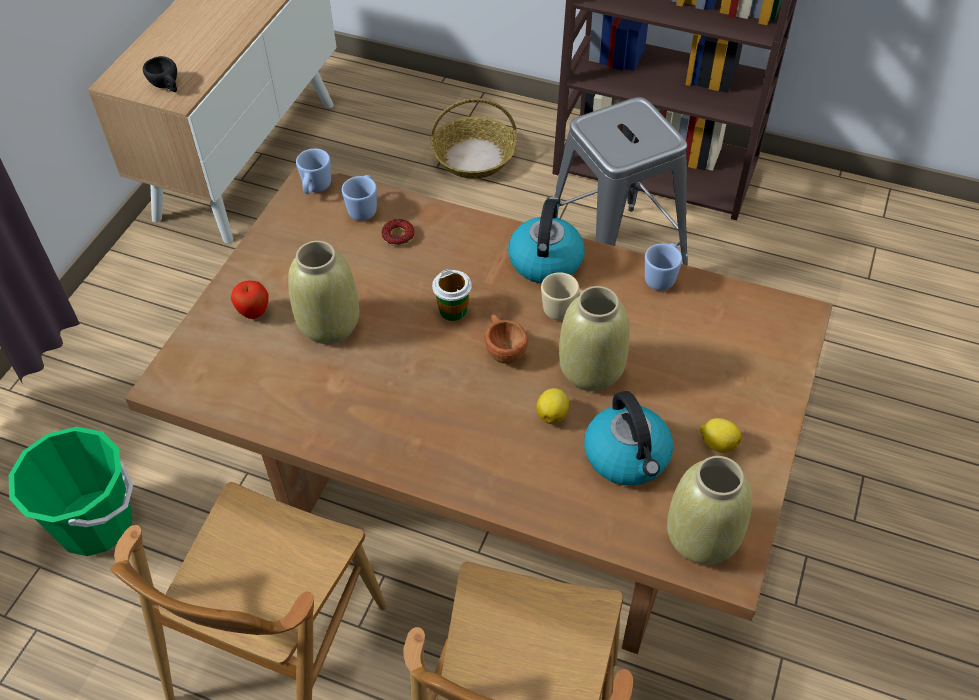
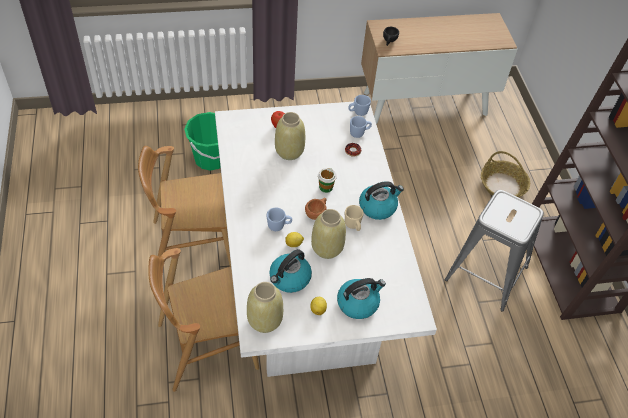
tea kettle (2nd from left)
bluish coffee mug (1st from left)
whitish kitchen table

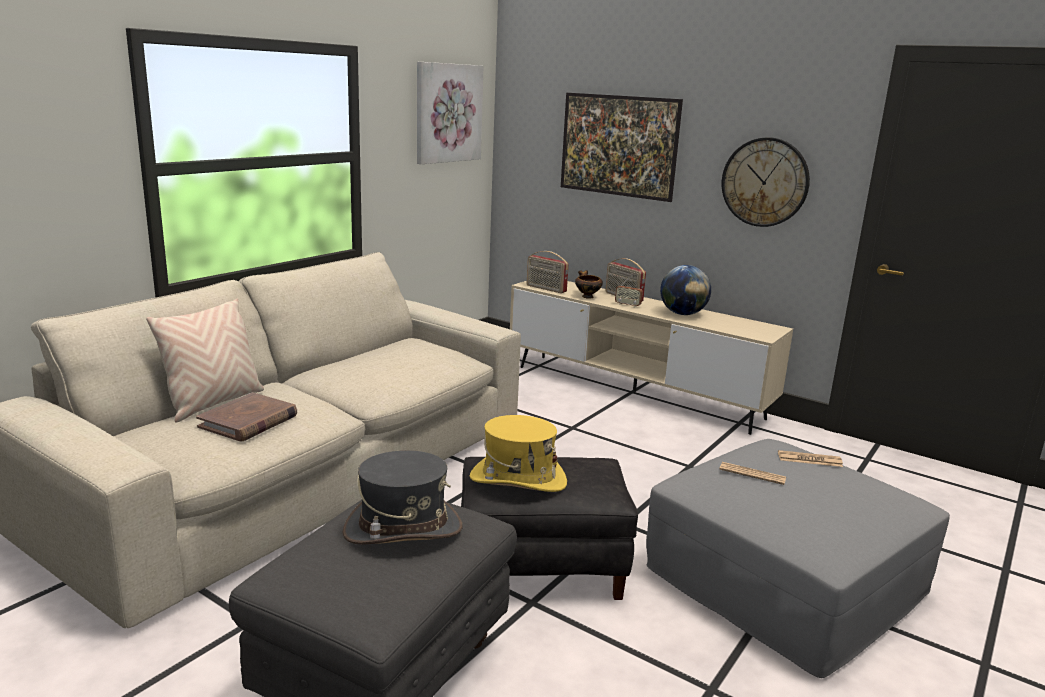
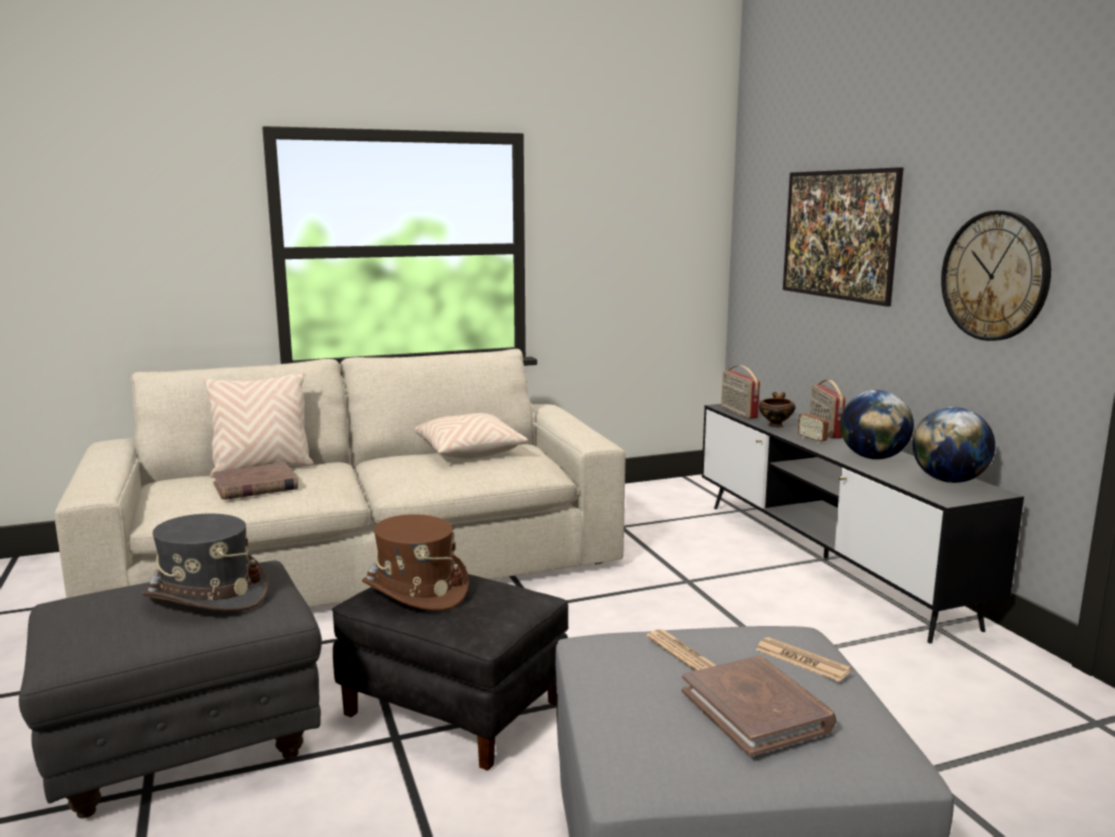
wall art (1st from left in the first image)
sand-coloured throw pillow (2nd from left)
brown-coloured volume (2nd from left)
world globe (2nd from left)
brown-coloured clothing hat
black-coloured media console

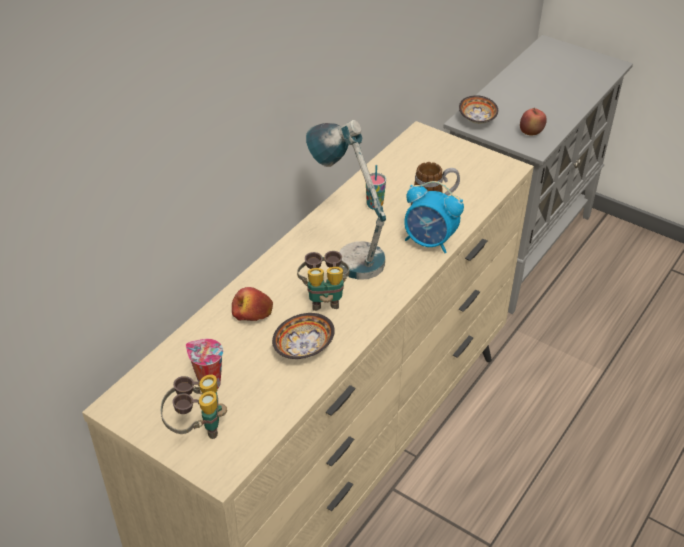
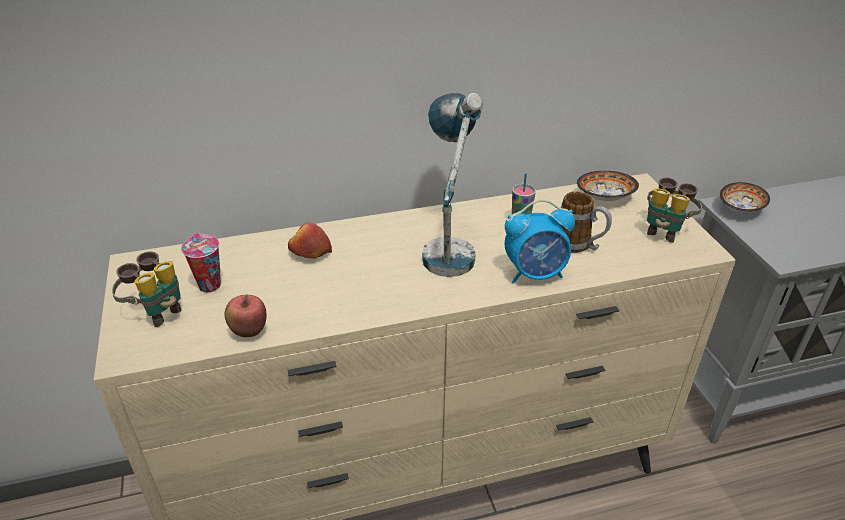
bowl (1st from left)
pair of binoculars (2nd from left)
whole apple (1st from left)
table clock

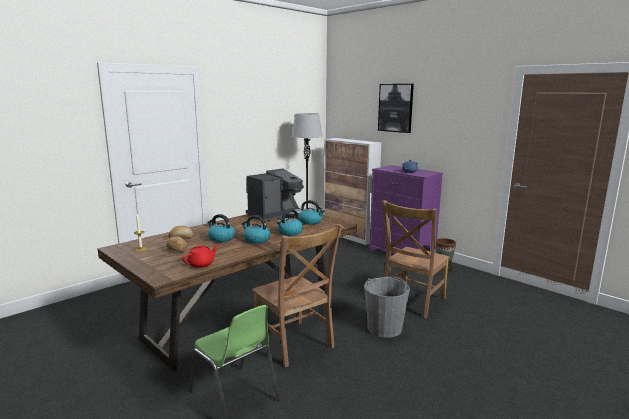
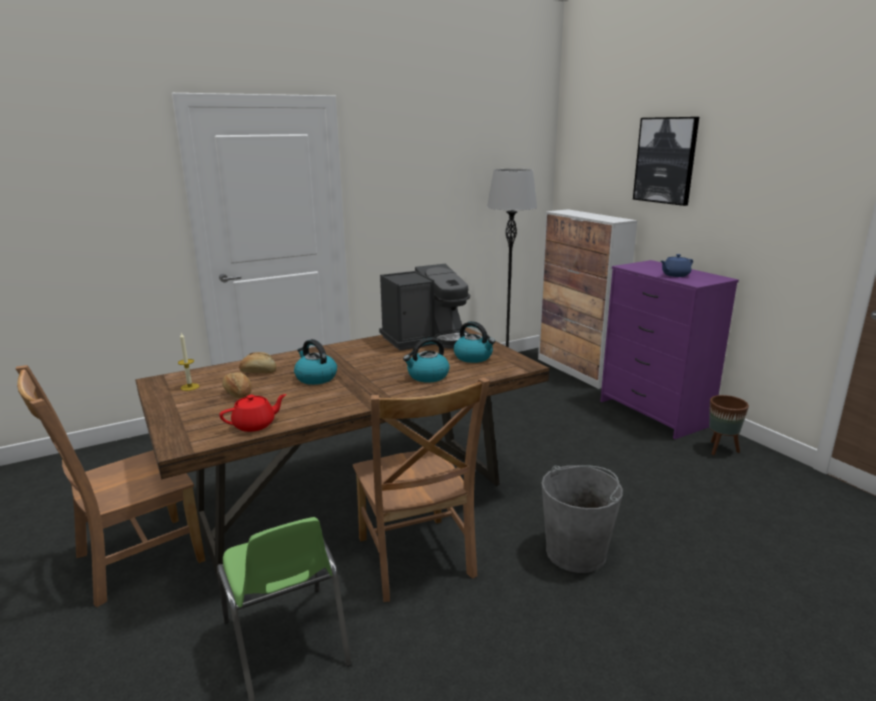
tea kettle (2nd from left in the first image)
brown-coloured upright chair (1st from left)

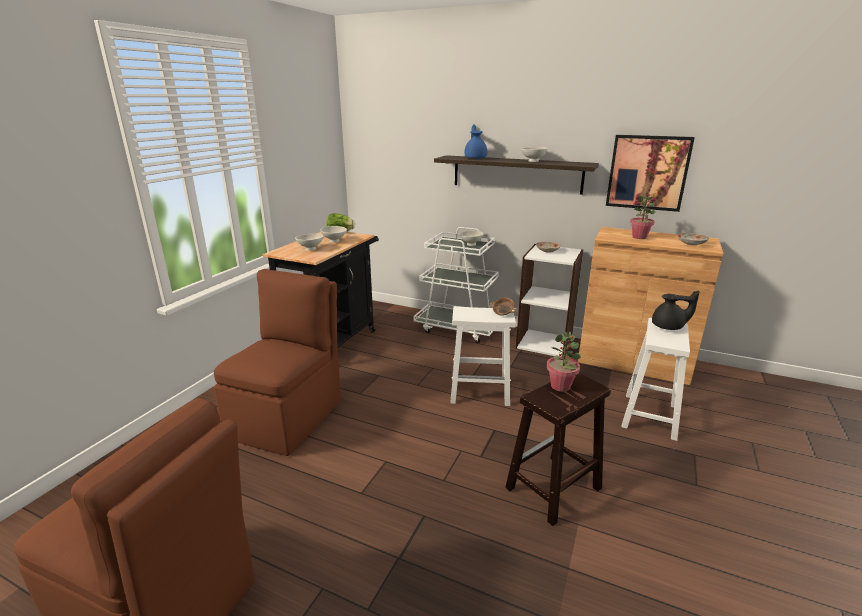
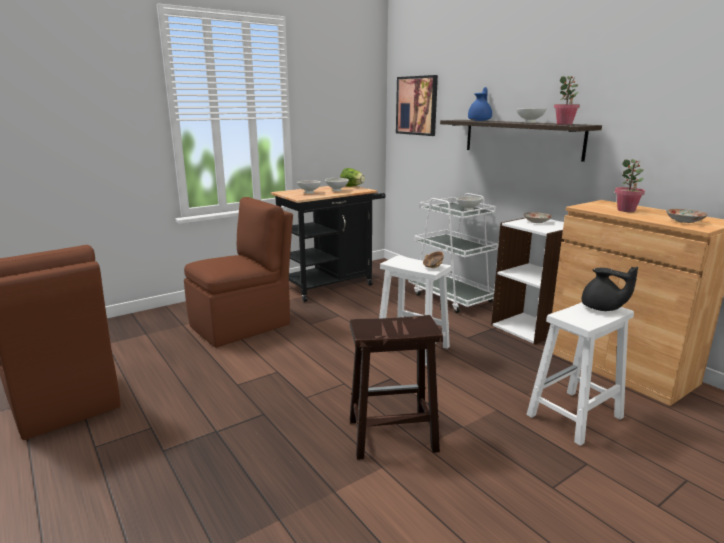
potted plant (1st from left)
wall art

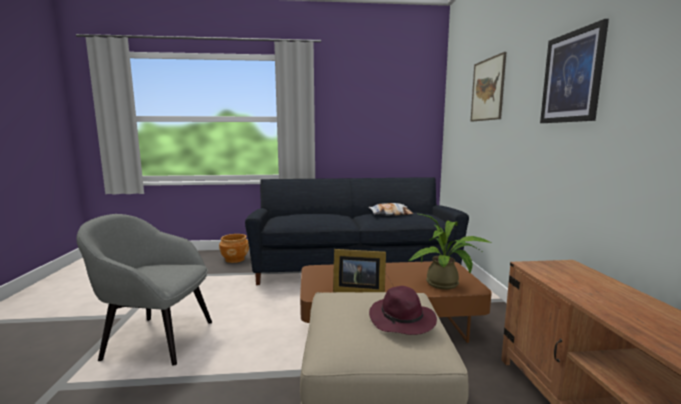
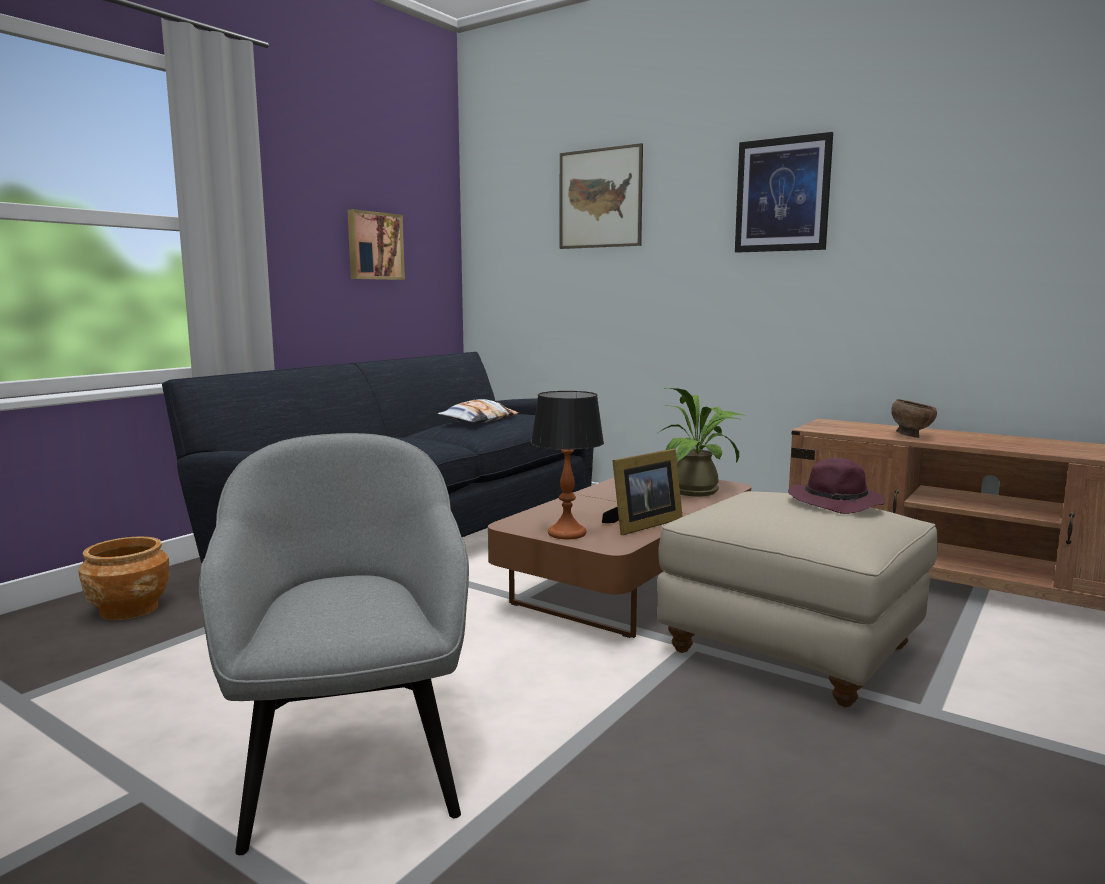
wall art (1st from left)
table lamp
brown-coloured bowl
greyish armchair

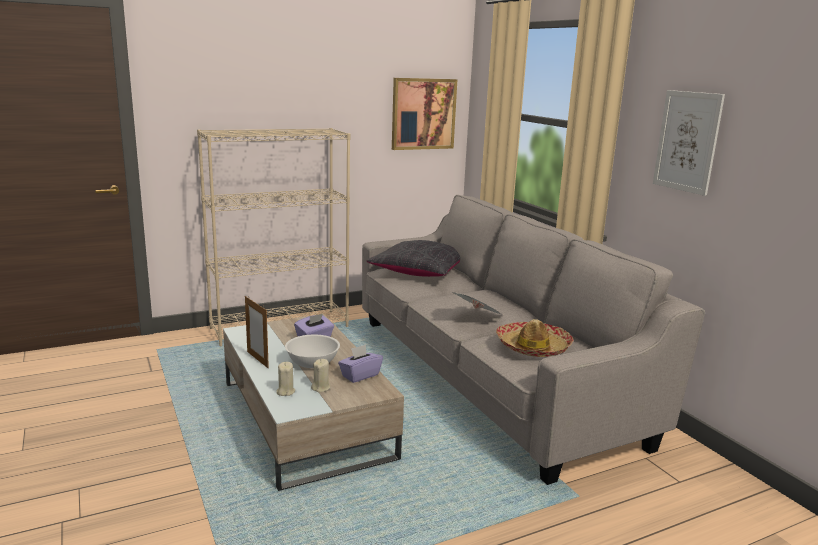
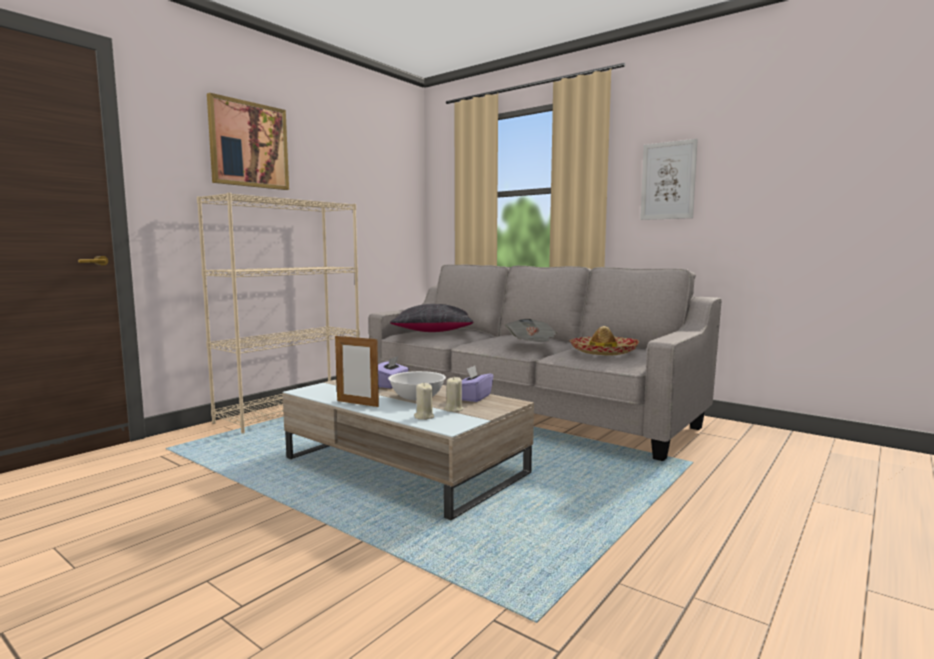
wall art (1st from left)

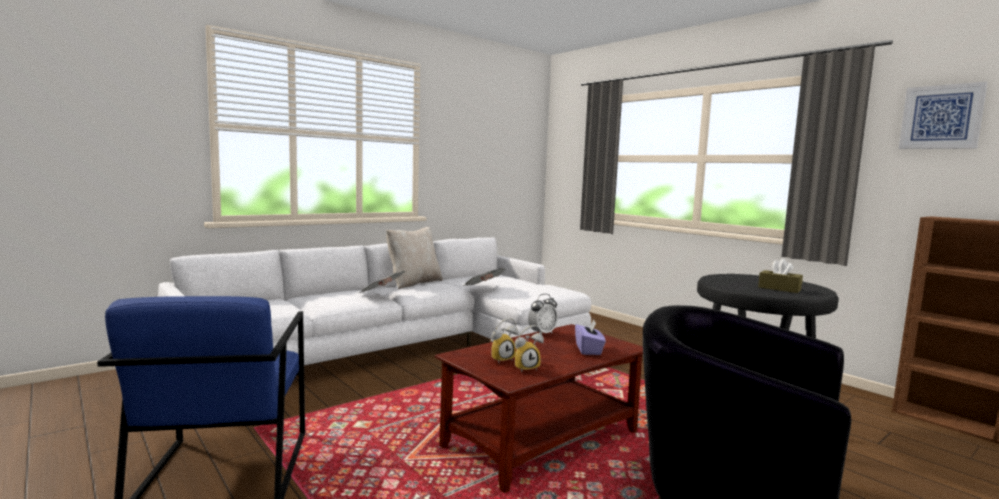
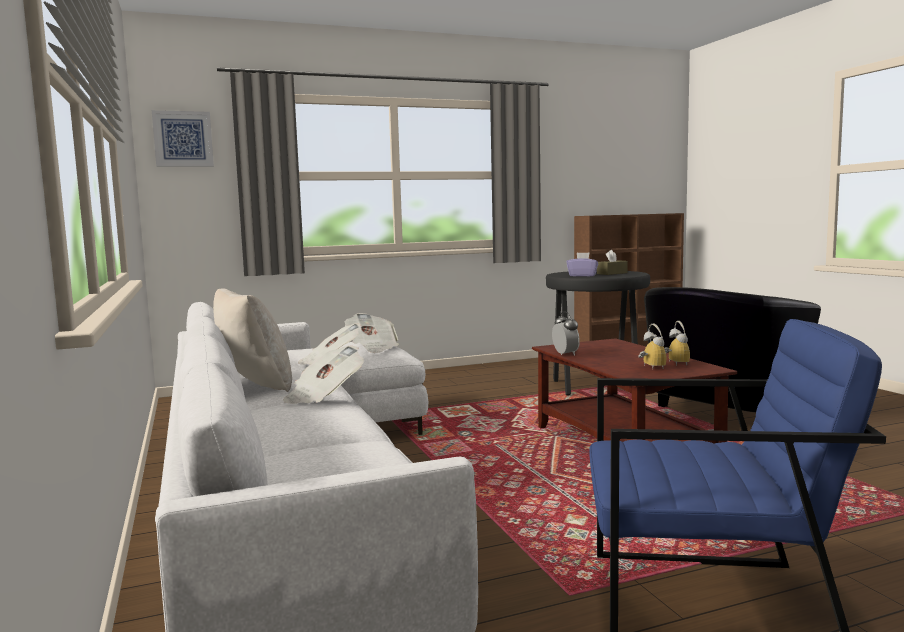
daily paper (3rd from left)
purple-coloured tissue holder
wall art

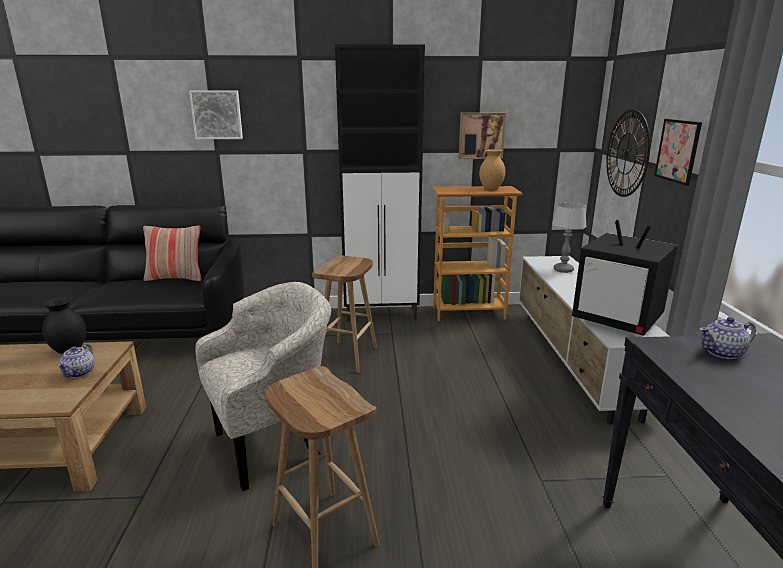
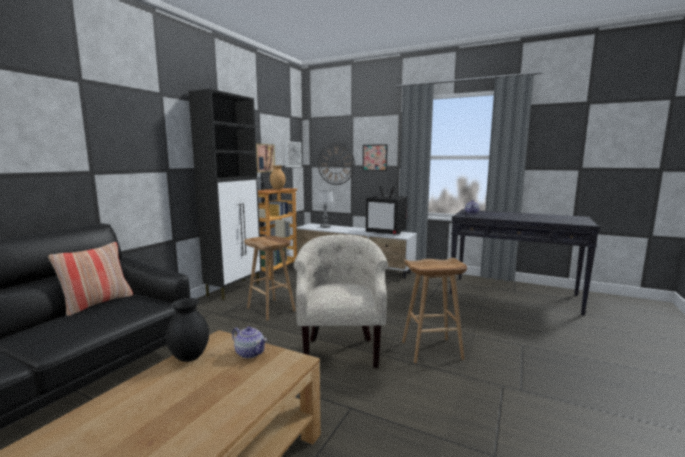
wall art (2nd from left)
TV set

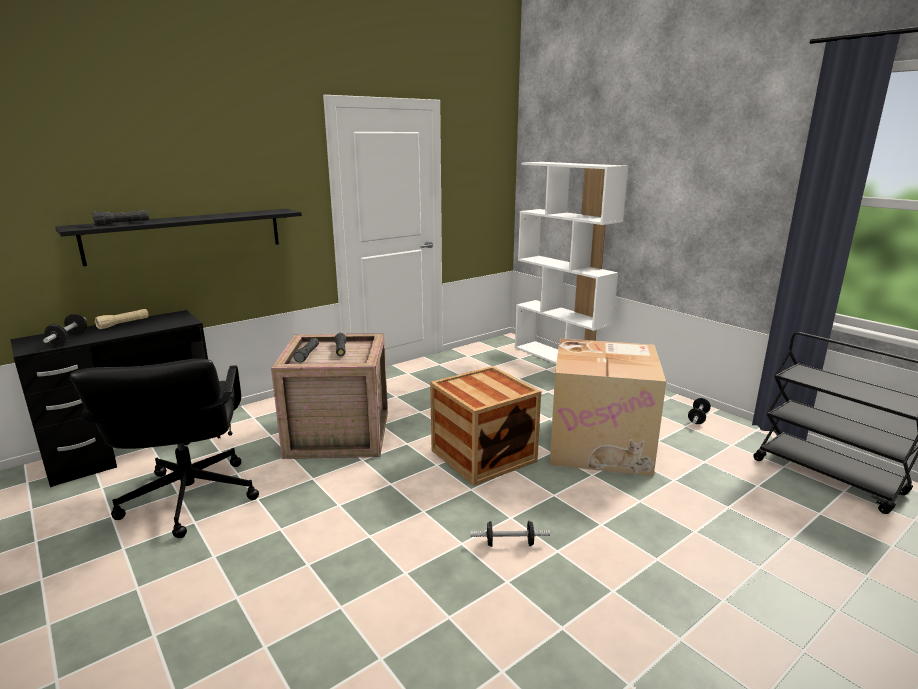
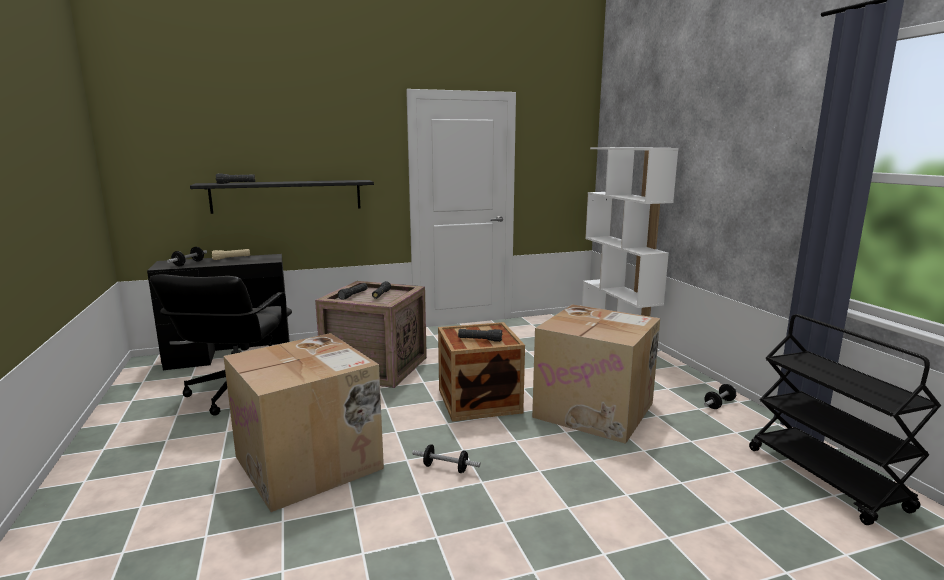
packing box (1st from left)
black-coloured hand torch (4th from left)

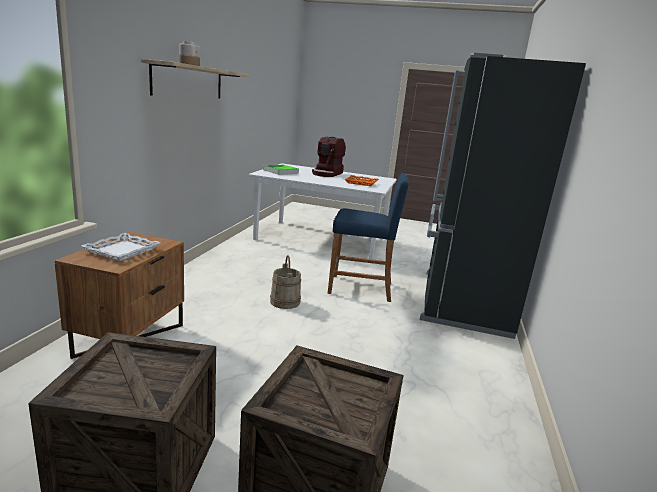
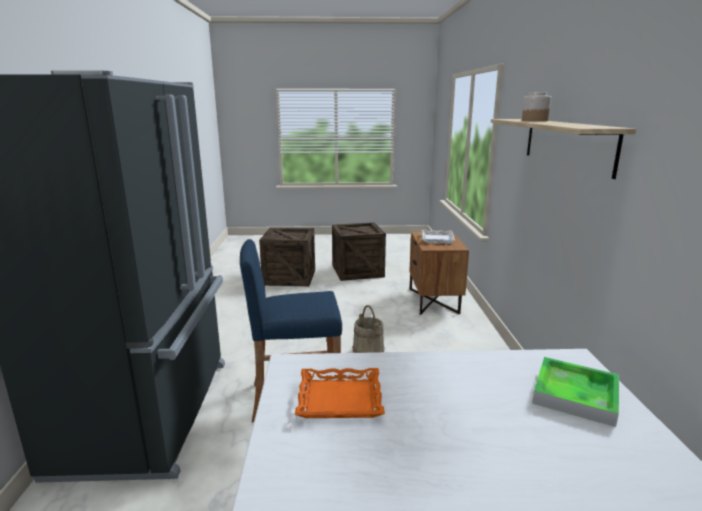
coffee maker

